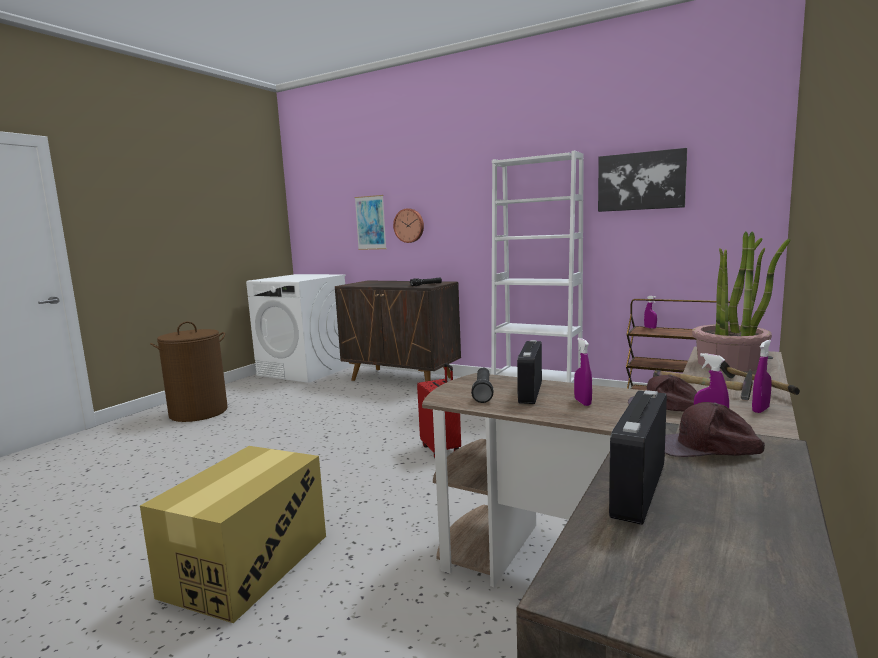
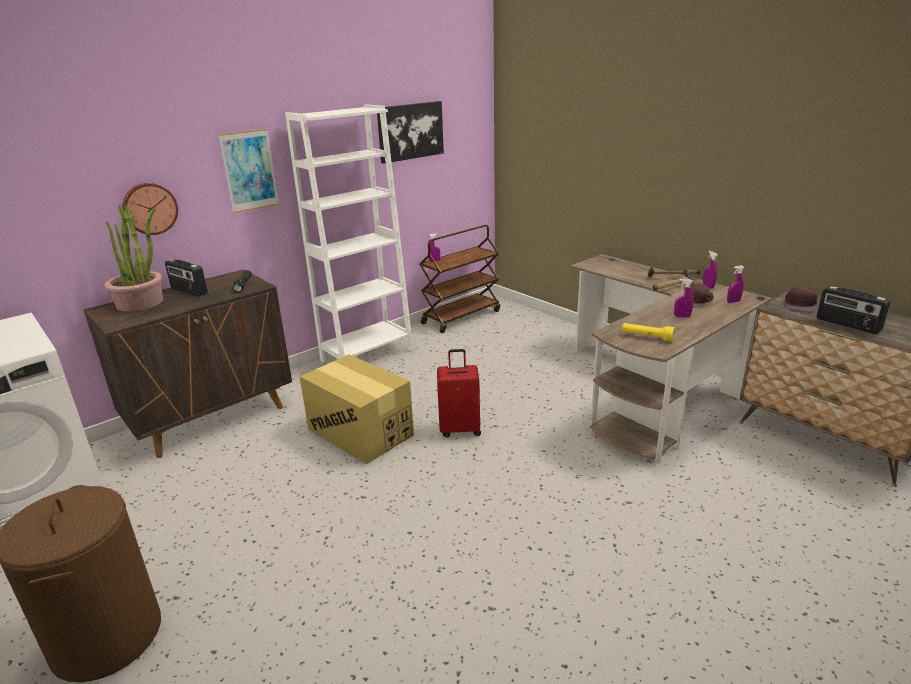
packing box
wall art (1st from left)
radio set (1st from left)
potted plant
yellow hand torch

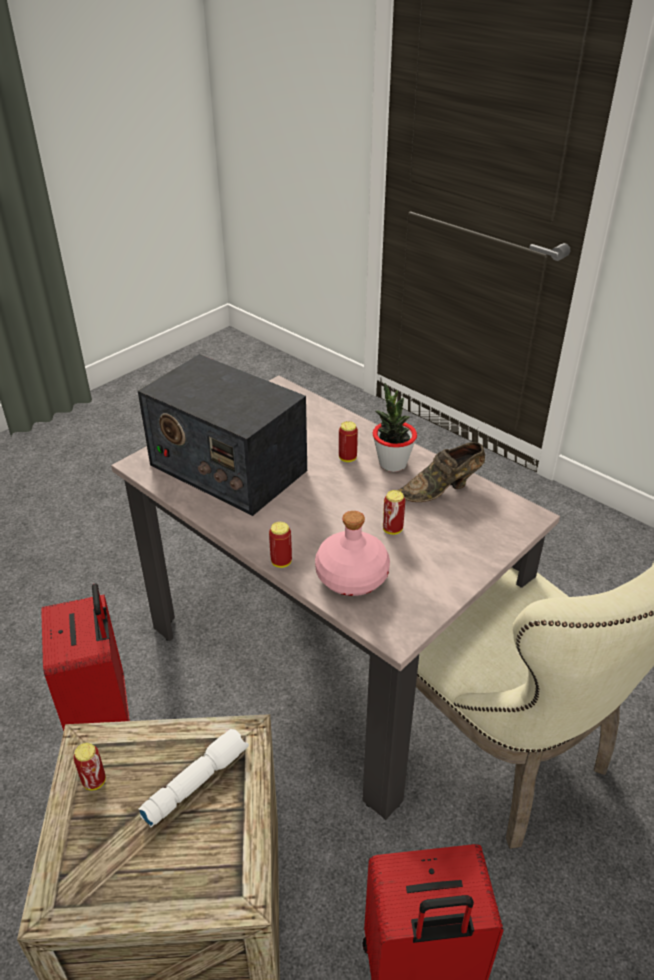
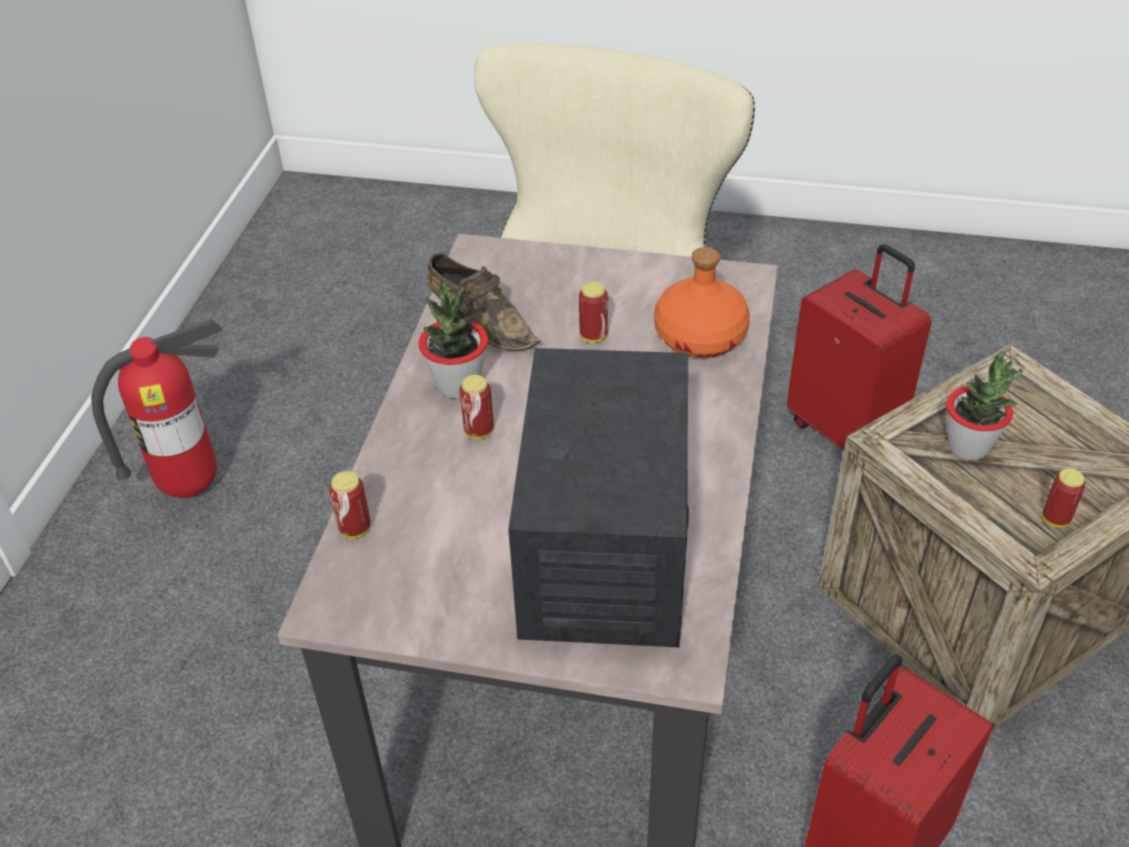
extinguisher
sealed can (1st from left)
potted plant (2nd from left)
orange-coloured beverage bottle

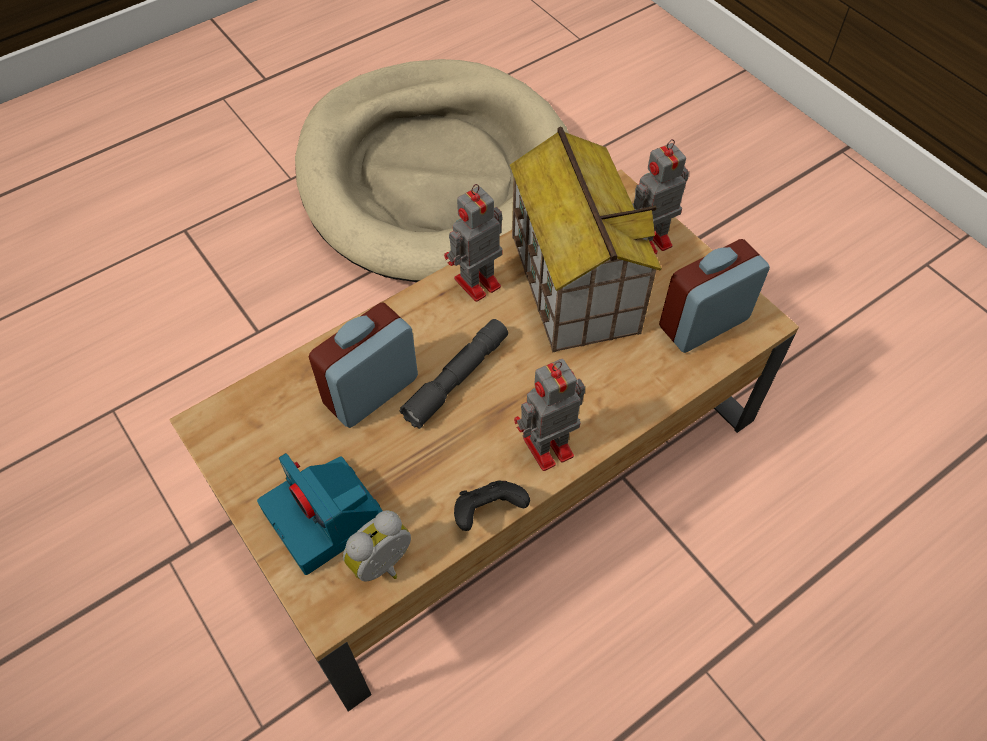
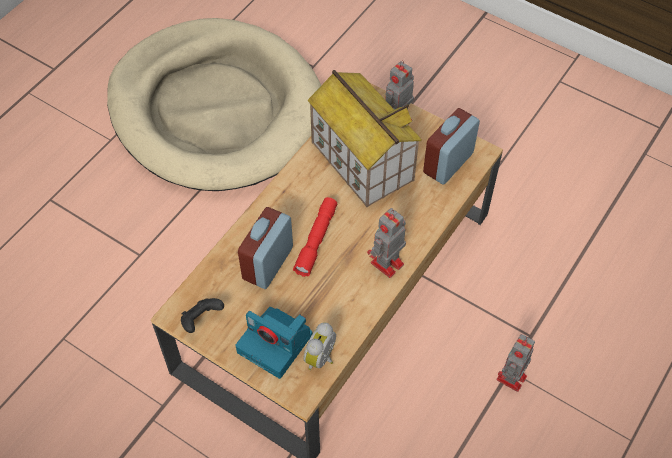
toy robot (3rd from left)
black-coloured gamepad
reddish hand torch

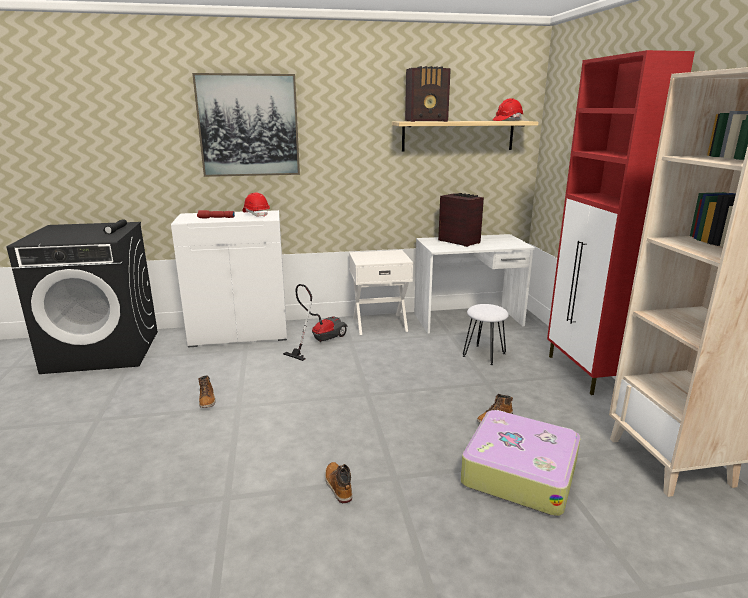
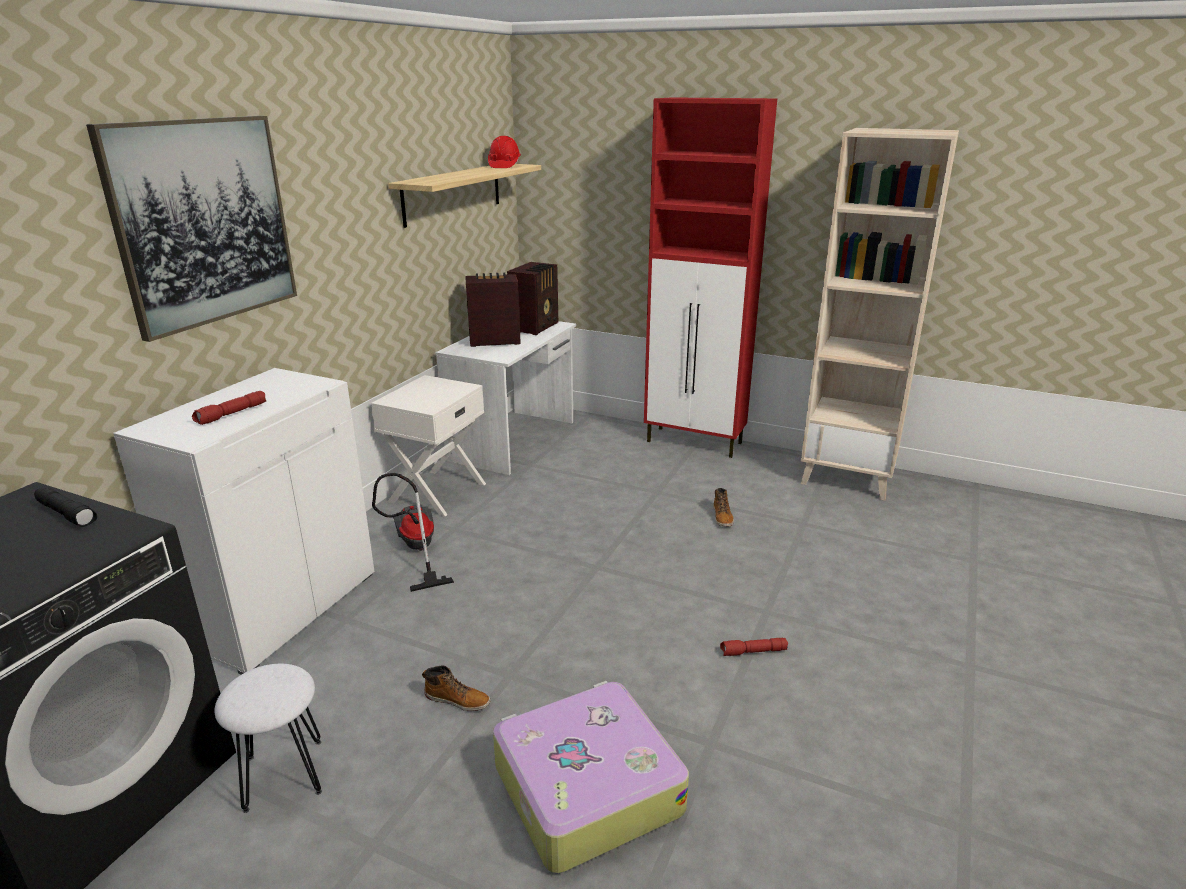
reddish safety helmet (1st from left in the first image)
radio set (2nd from left)
piece of luggage
whitish sitting stool
reddish hand torch (2nd from left)

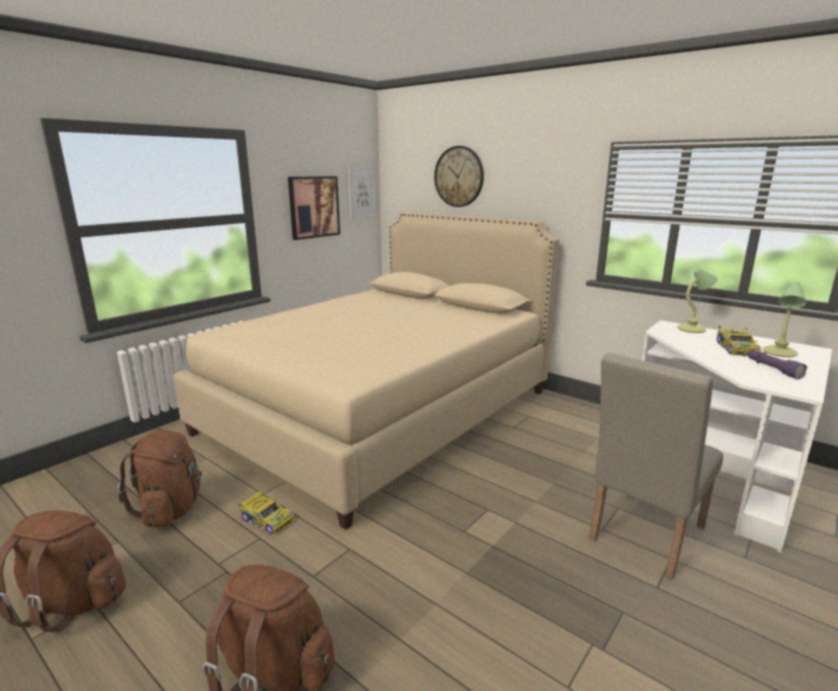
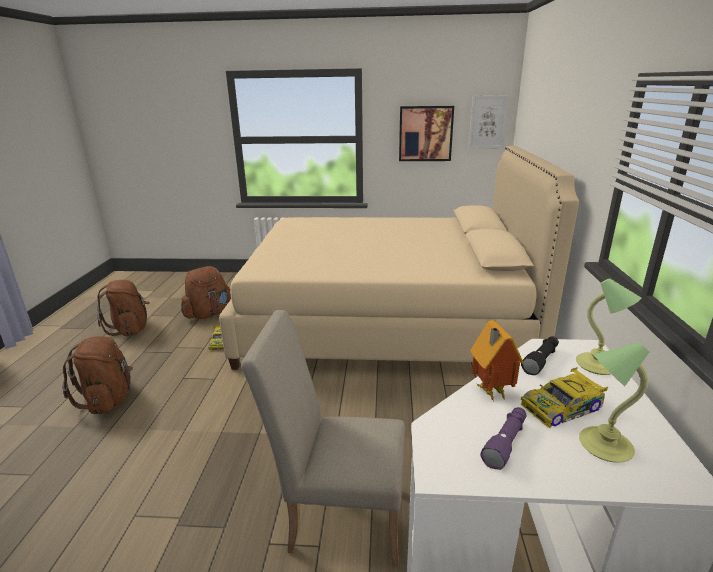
clock on the wall
toy house
black-coloured hand torch

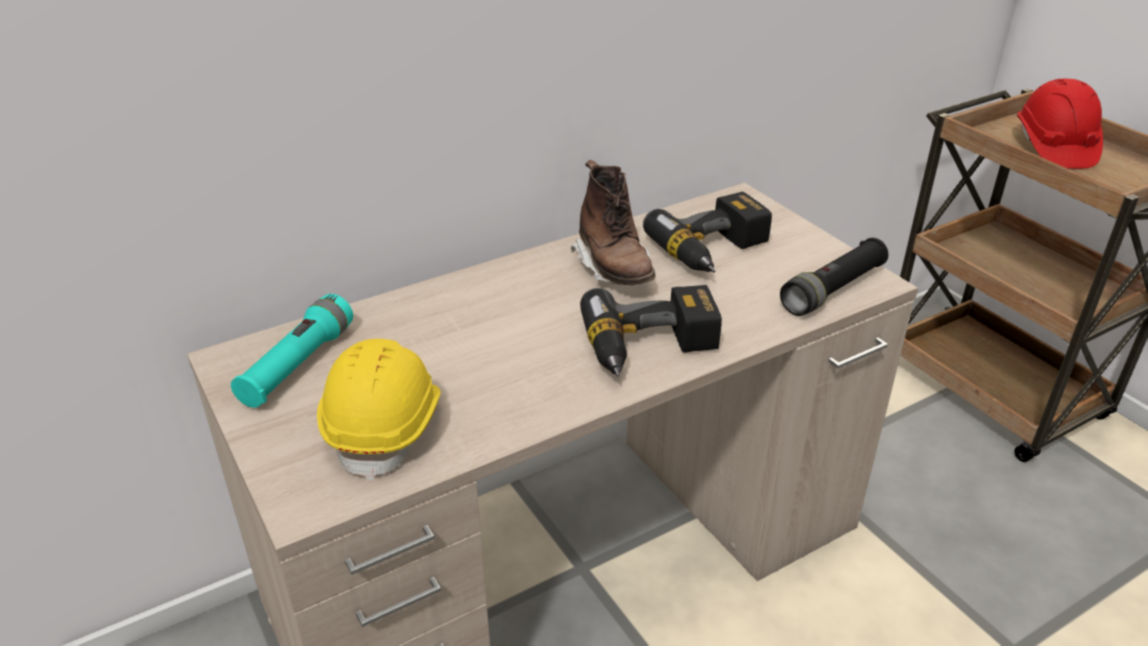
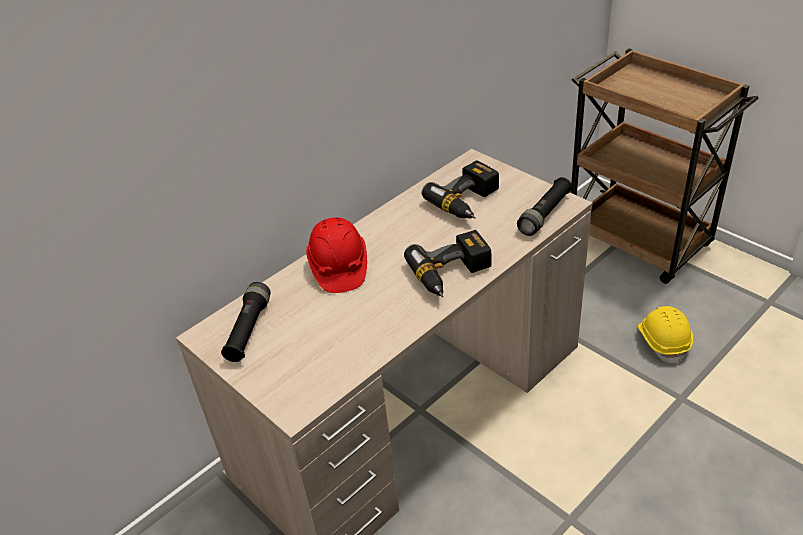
brown-coloured boot
yellow safety helmet
reddish safety helmet
black-coloured hand torch (1st from left)

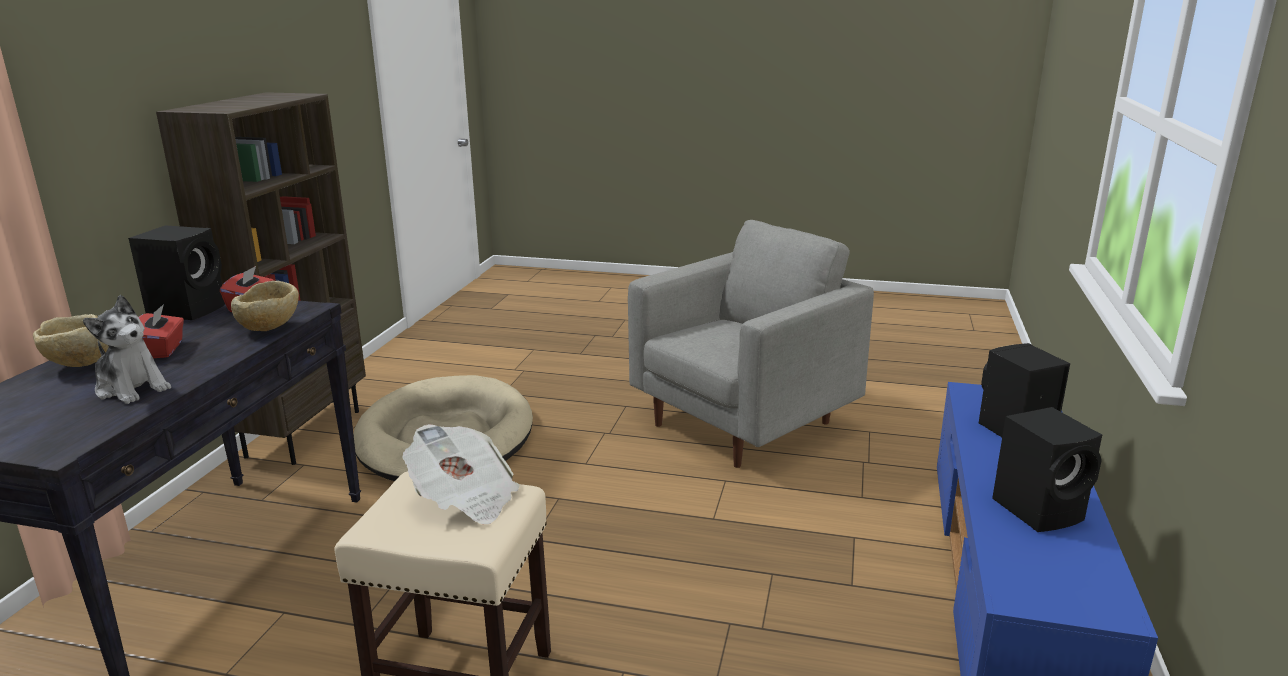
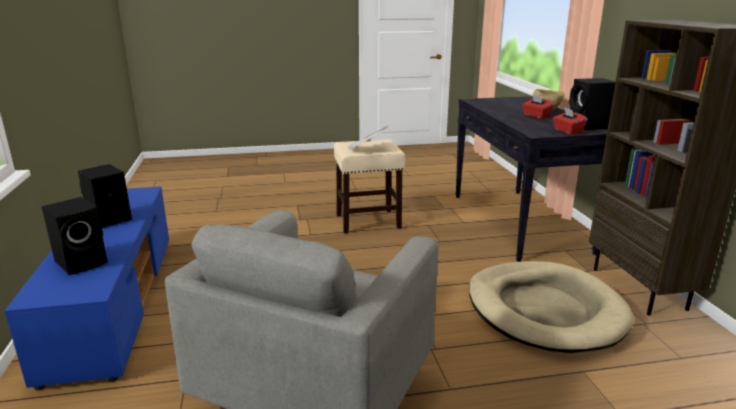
plush toy
sand-coloured bowl (2nd from left in the first image)

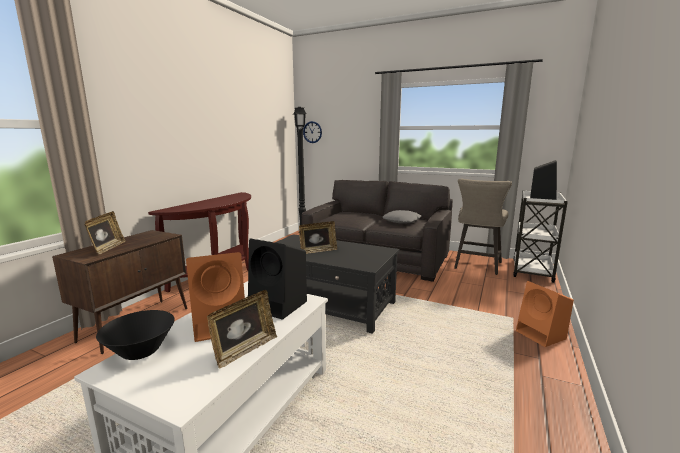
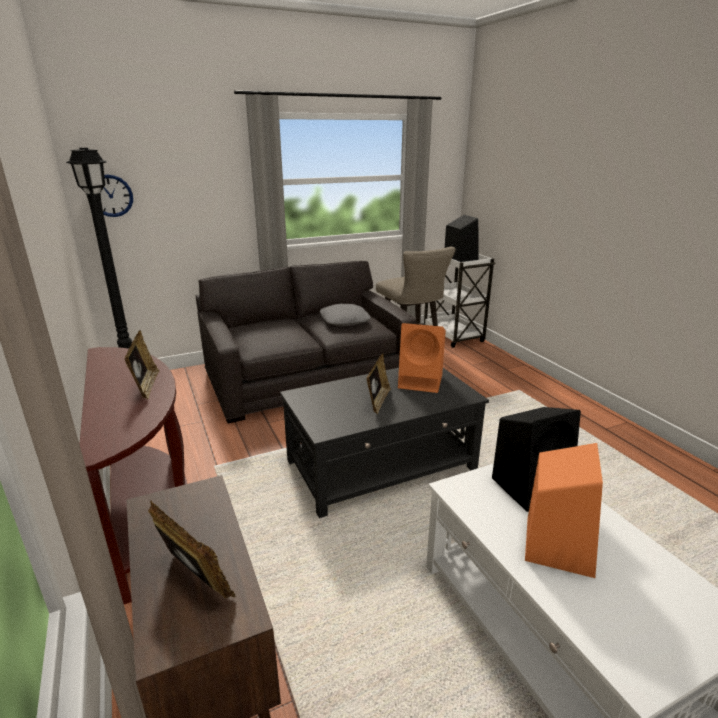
black-coloured bowl
standing frame (1st from left)
orange-coloured speaker (1st from left)

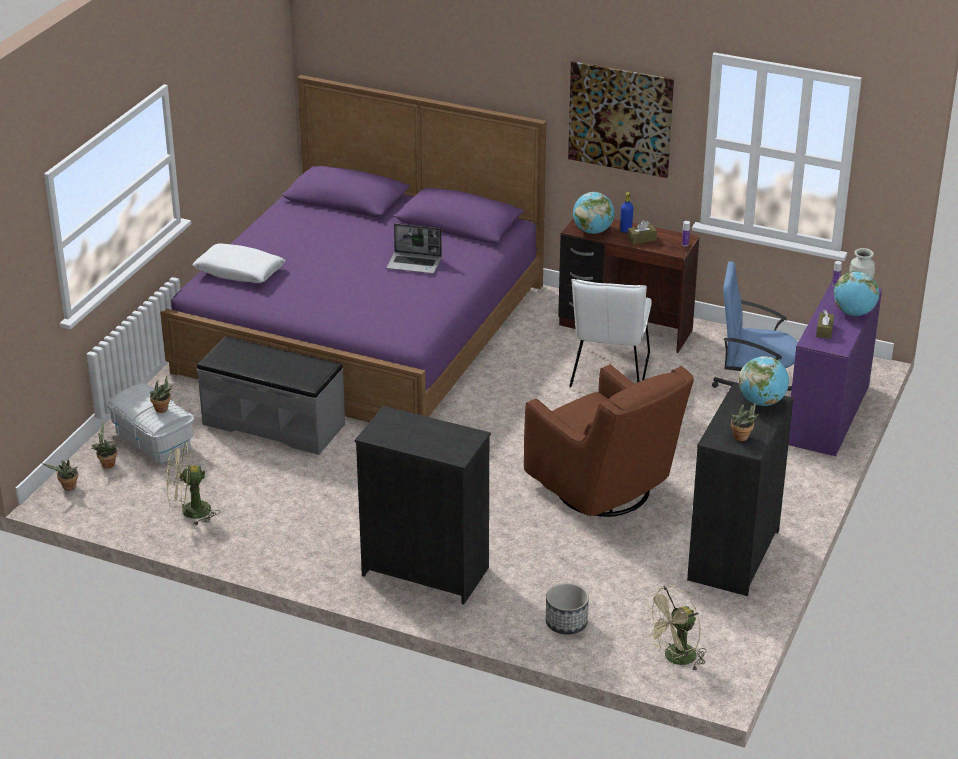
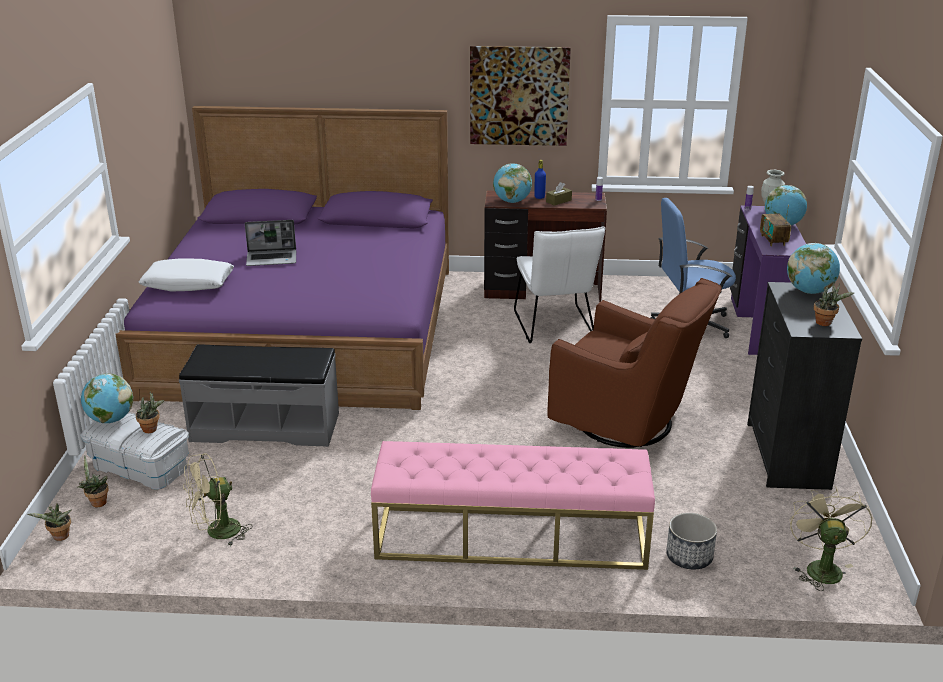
world globe (1st from left)
laptop
pinkish bench
radio set
sand-coloured fan (2nd from left)

